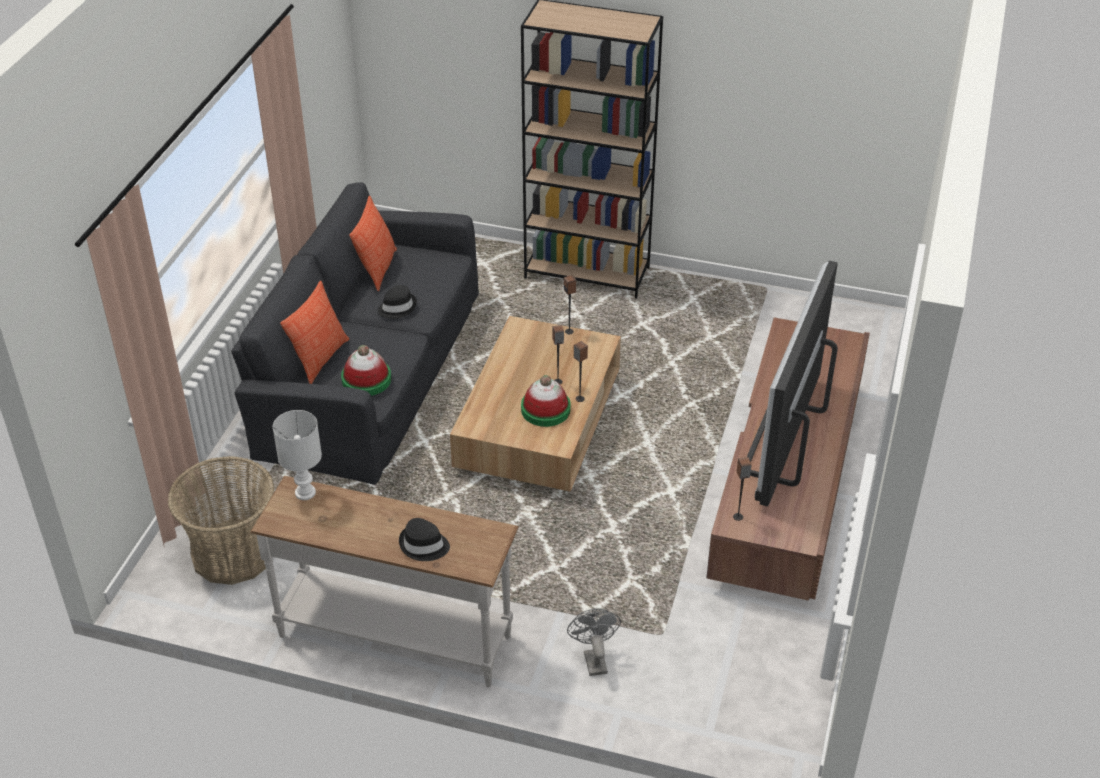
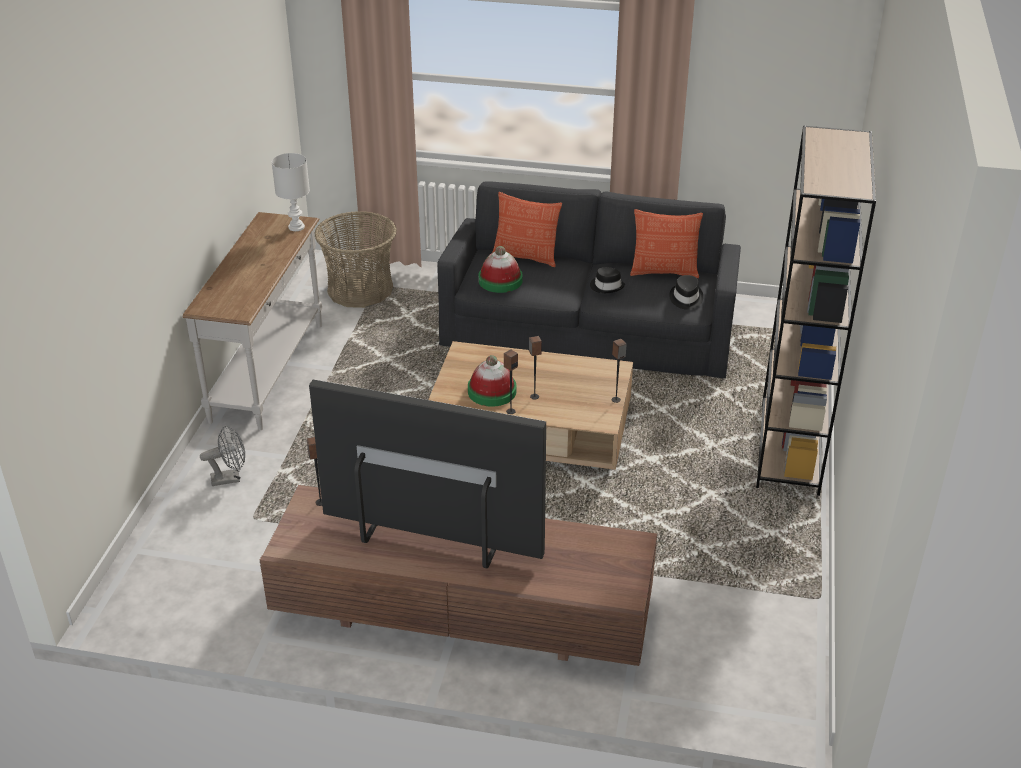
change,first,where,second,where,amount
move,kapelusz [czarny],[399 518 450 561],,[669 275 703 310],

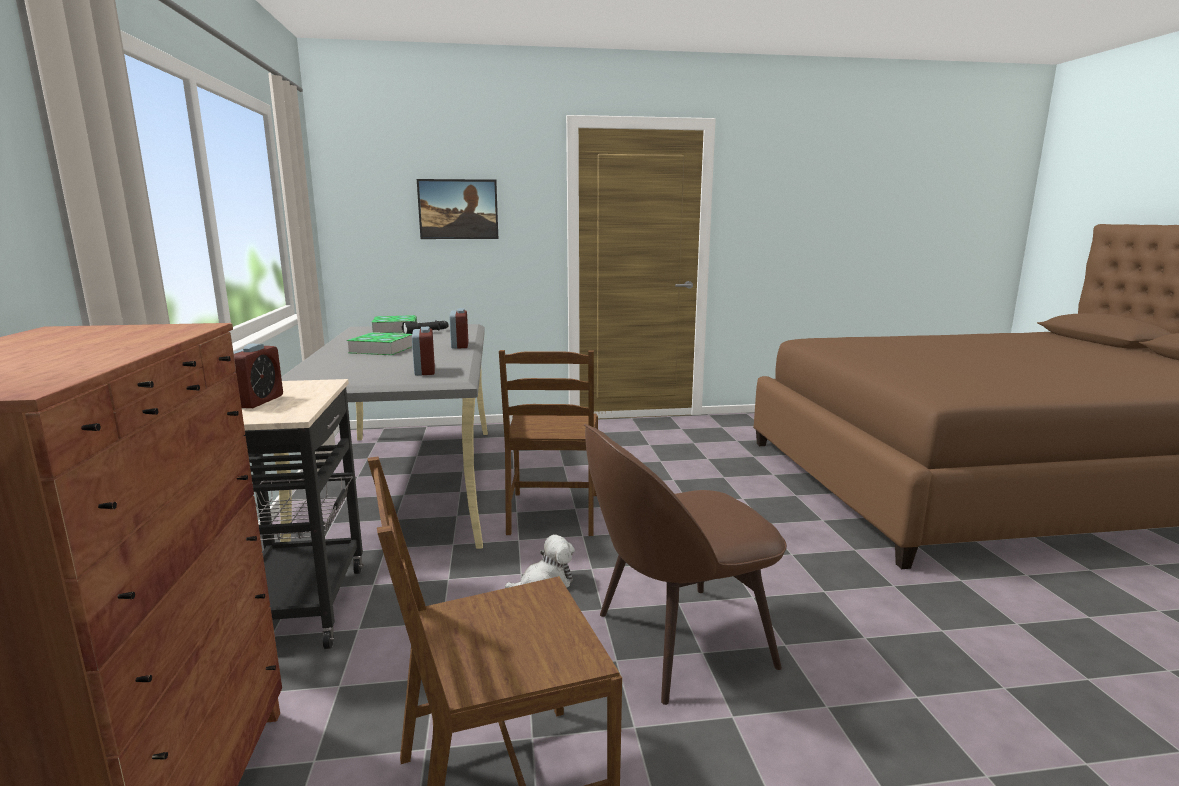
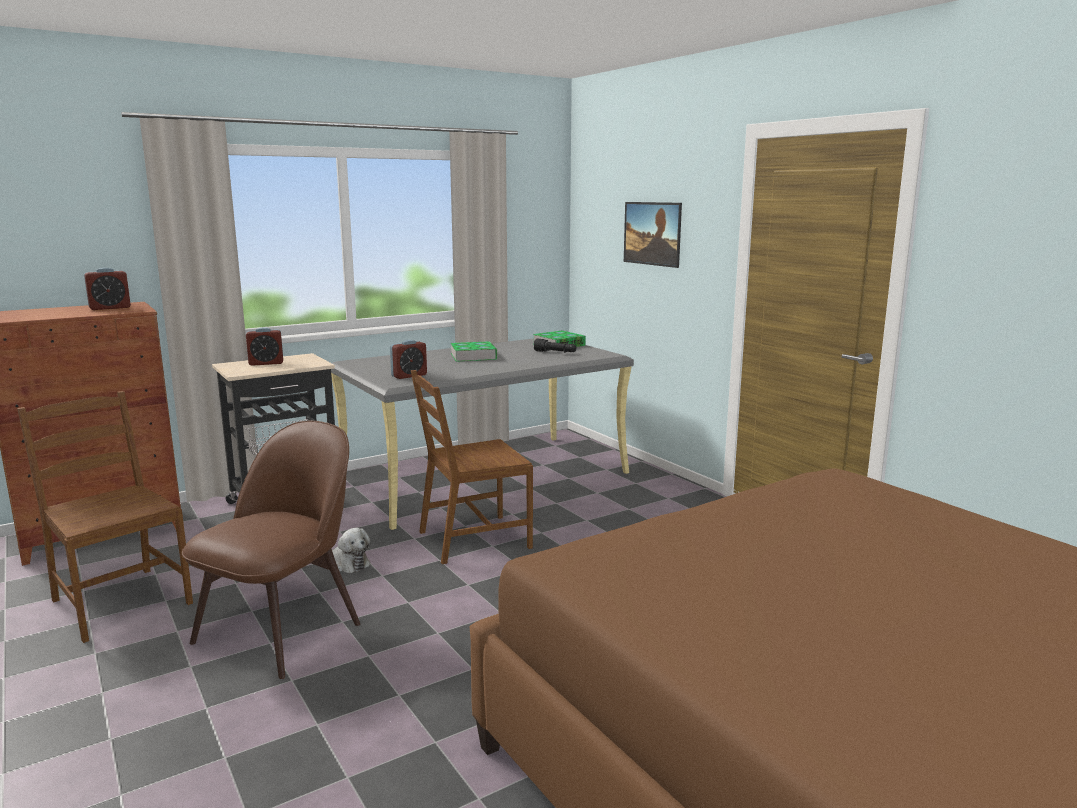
change,first,where,second,where,amount
move,budzik,[449 308 468 349],,[84 268 131 310],
rotate,krzesło [brązowy],[584 424 787 705],,[182 420 360 679],75 degrees clockwise

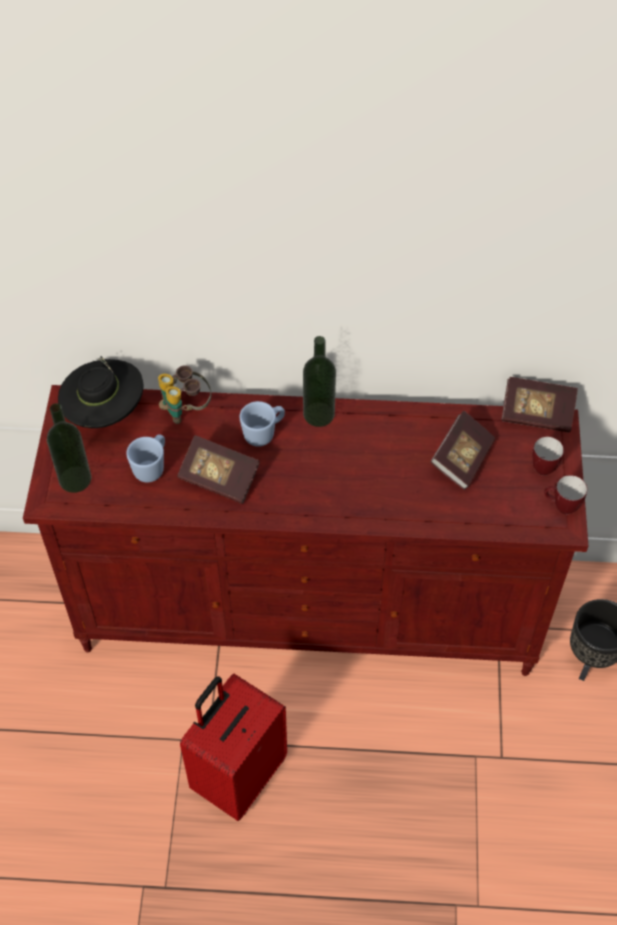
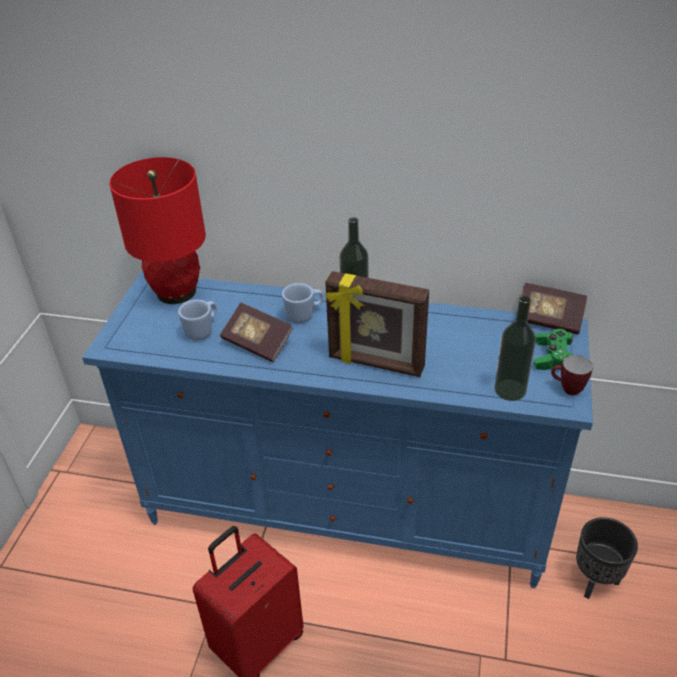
change,first,where,second,where,amount
delete,lornetka,[158 365 211 424],,,
delete,książka,[430 410 495 490],,,
insert,,,ramka na zdjęcie,[325 271 429 377],
move,butelka,[47 403 91 493],,[495 296 536 401],
replace,kapelusz [czarny],[58 356 143 428],lampa stołowa [czerwony],[109 157 206 304],
replace,kubek,[532 437 564 476],pad do gier [zielony],[533 329 573 370],
recolor,komoda [czerwony],[23 385 588 676],komoda [niebieski],[82 272 593 588],

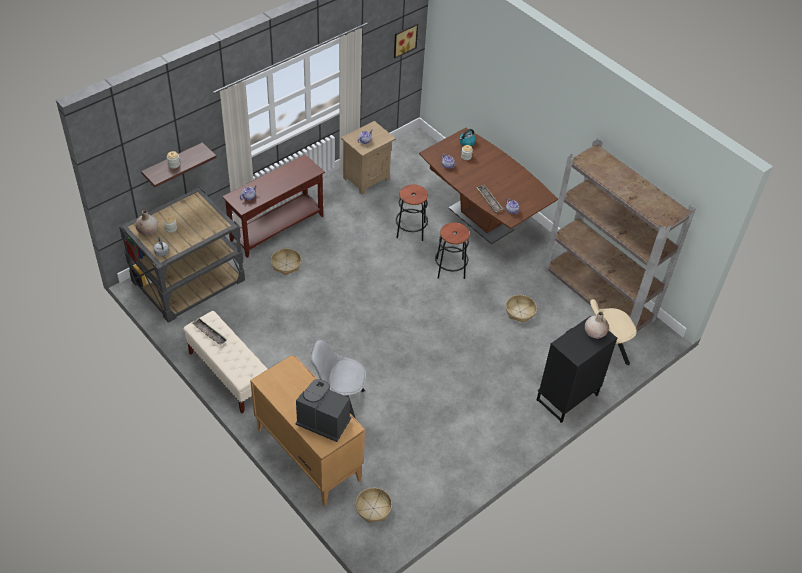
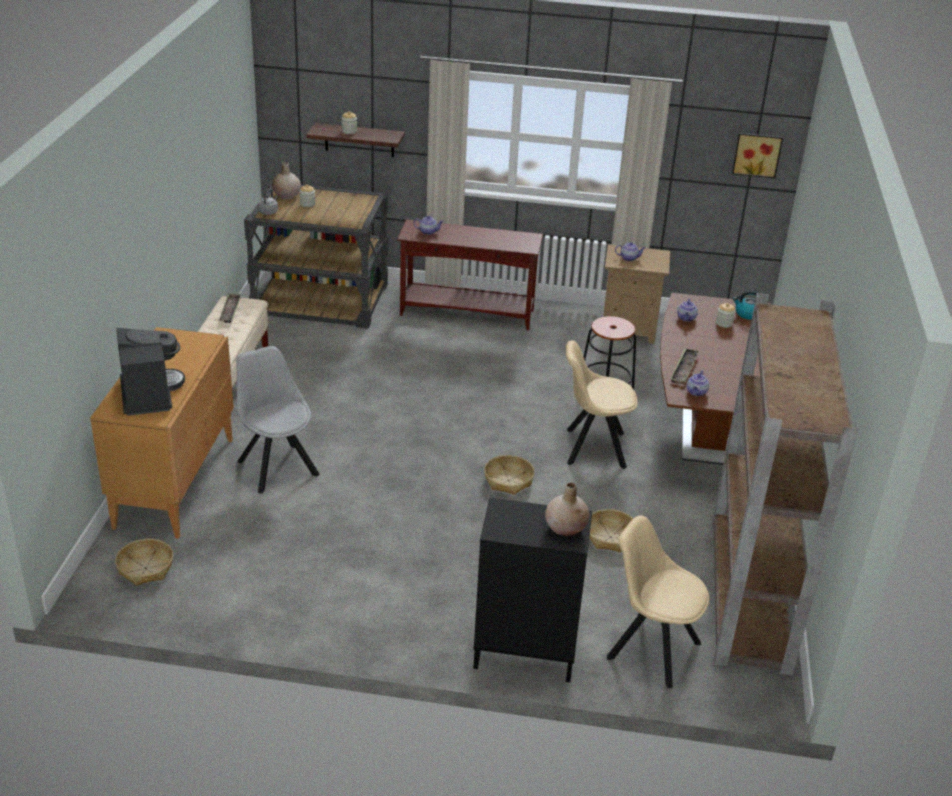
change,first,where,second,where,amount
move,koszyk,[271 248 301 275],,[484 455 535 495],
replace,stołek [czarny],[435 222 469 279],krzesło [beżowy],[566 340 638 469],

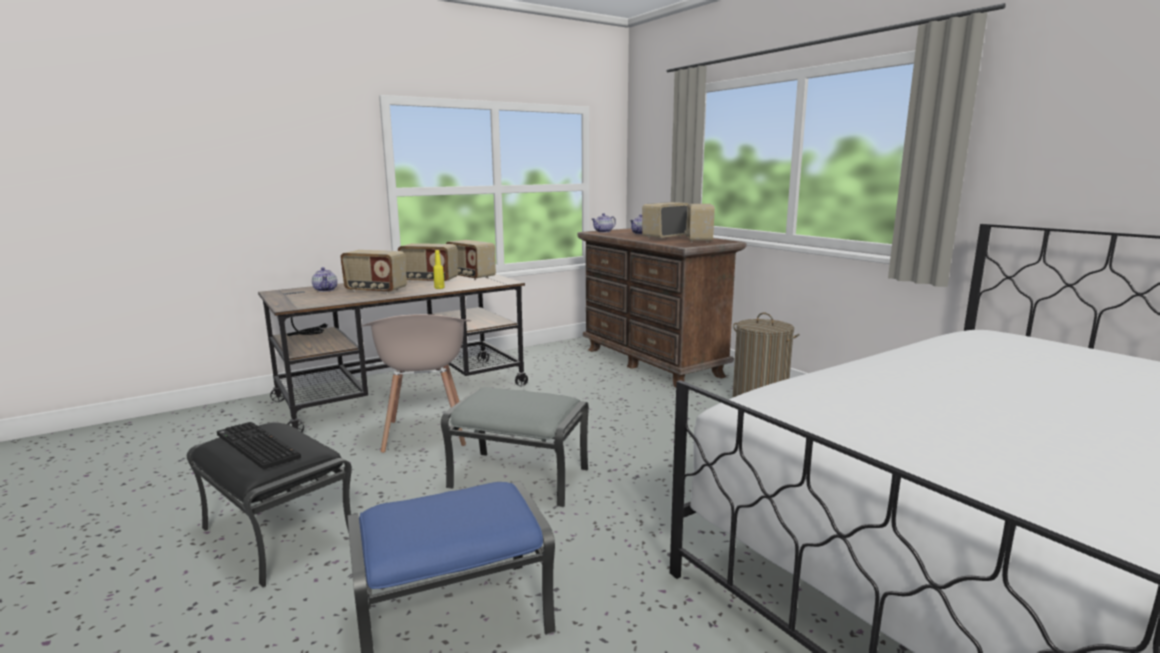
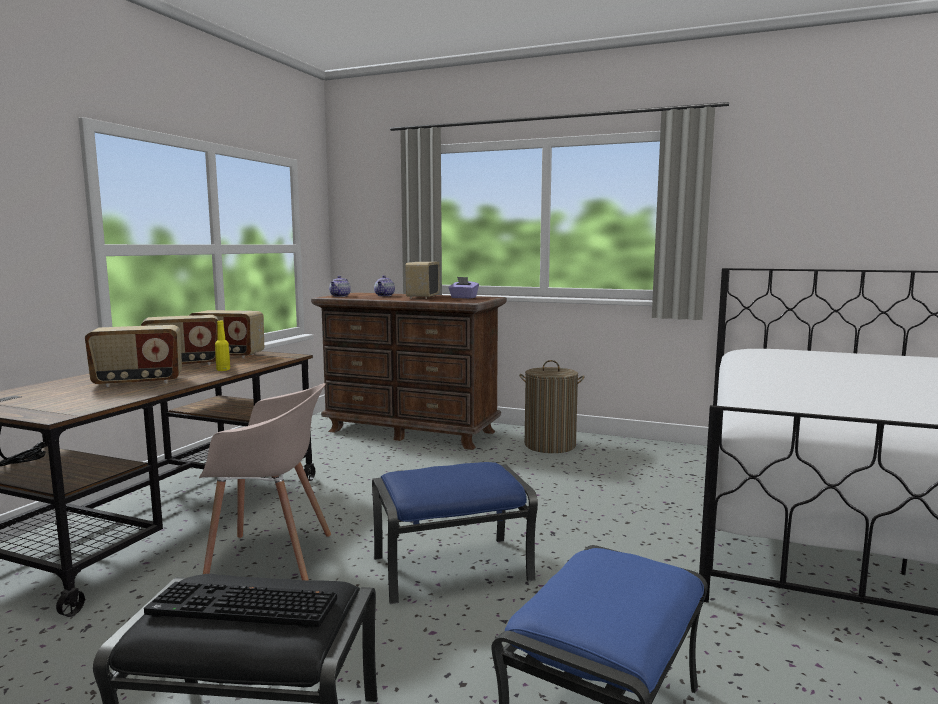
change,first,where,second,where,amount
delete,imbryk,[312 267 337 292],,,
replace,radio,[685 204 715 243],pudełko chusteczek [fioletowy],[448 277 479 299],
recolor,pufa [szary],[441 387 589 507],pufa [niebieski],[372 462 538 604],
rotate,krzesło [beżowy],[362 314 471 453],,[199 383 331 580],45 degrees counterclockwise

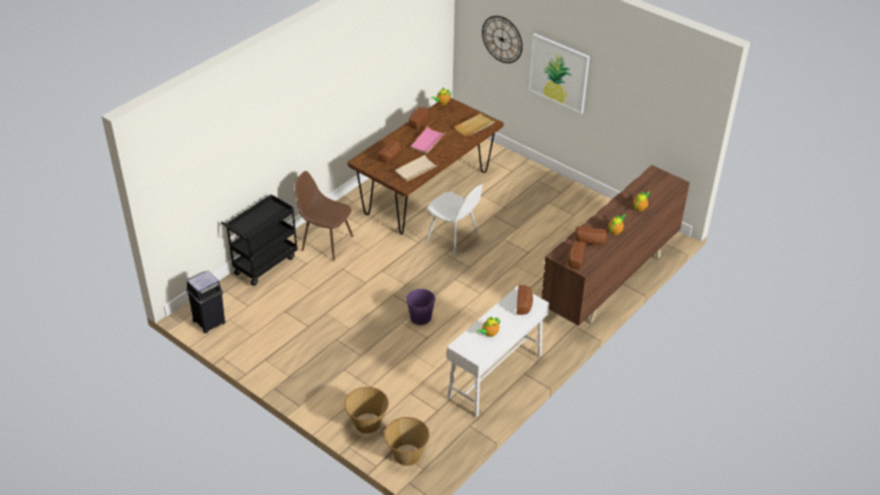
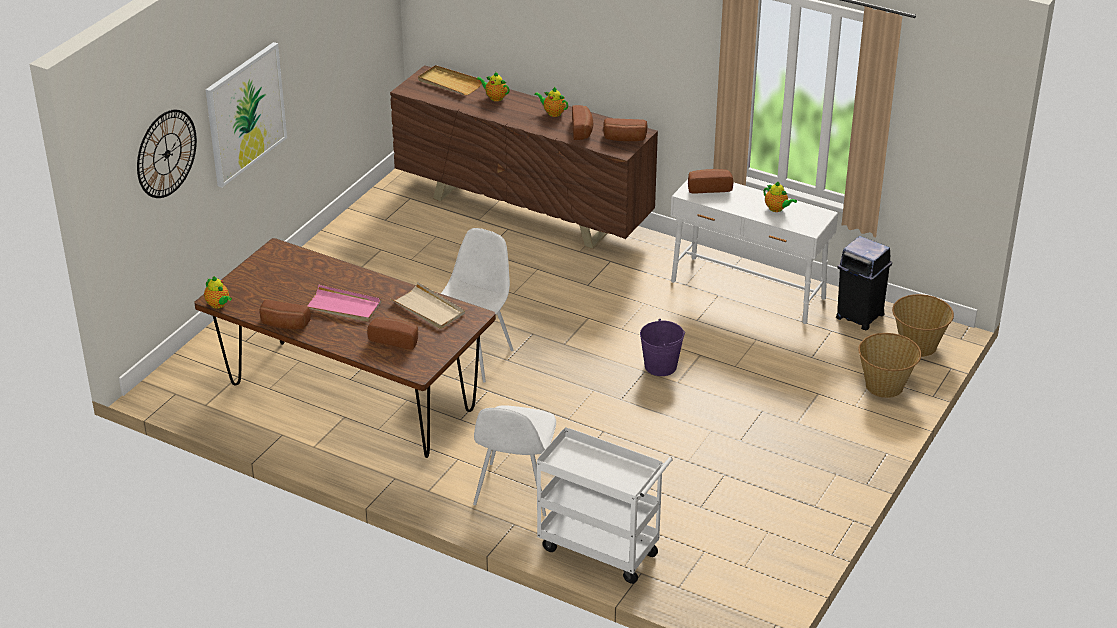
change,first,where,second,where,amount
move,kosz na śmieci [czarny],[186 271 226 333],,[836 236 892 331],
move,taca [beżowy],[454 113 495 137],,[418 65 482 95],
recolor,wózek [czarny],[221 195 297 286],wózek [biały],[537 427 673 584],
recolor,krzesło [brązowy],[294 171 353 261],krzesło [biały],[473 406 556 516],

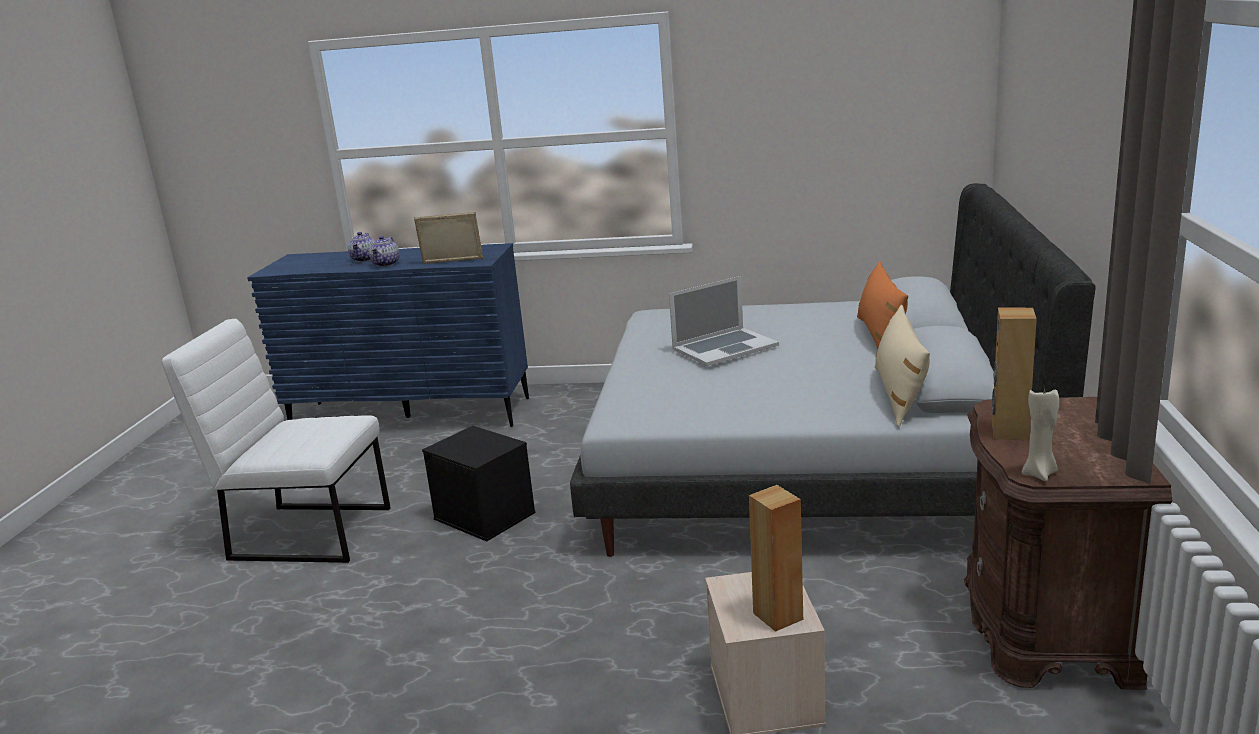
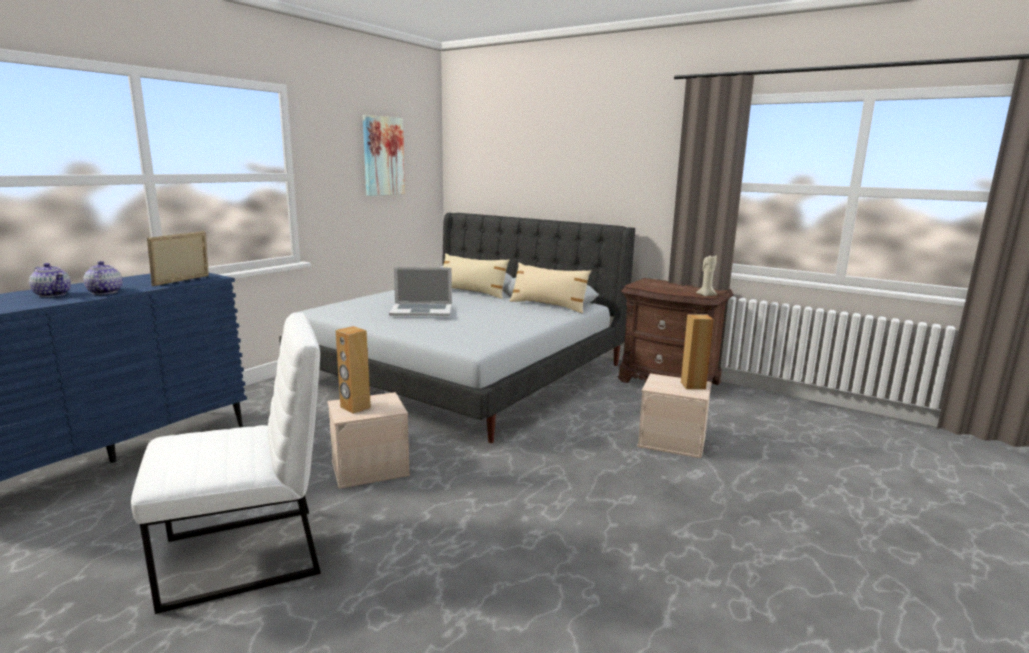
change,first,where,second,where,amount
insert,,,obraz,[363 115 405 196],
move,głośnik [brązowy],[992 308 1037 440],,[336 326 371 414],
recolor,pojemnik do przechowywania [czarny],[422 426 536 542],pojemnik do przechowywania [beżowy],[328 392 410 489],
recolor,poduszka [pomarańczowy],[857 261 908 349],poduszka [beżowy],[443 253 509 299],
rotate,krzesło [biały],[162 319 390 563],,[131 313 321 614],150 degrees counterclockwise
rotate,imbryk,[369 236 400 267],,[84 261 123 295],150 degrees counterclockwise
rotate,laptop,[669 276 779 366],,[389 267 452 316],90 degrees clockwise

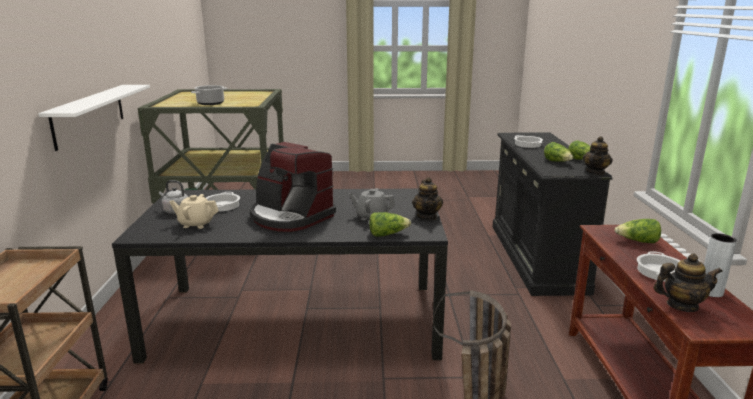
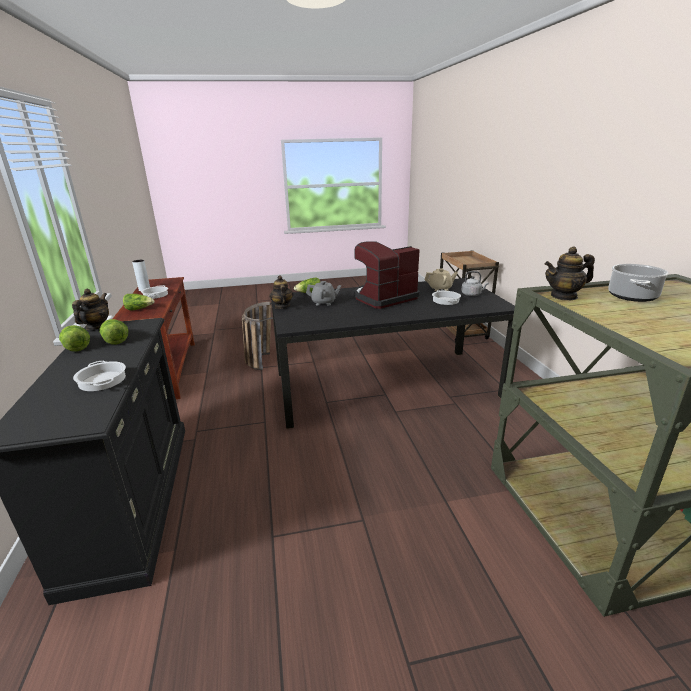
change,first,where,second,where,amount
delete,półka [biały],[38 85 150 151],,,
move,imbryk,[654 254 723 312],,[545 247 595 300],
rotate,ekspres do kawy,[249 142 336 232],,[353 241 420 309],60 degrees counterclockwise

